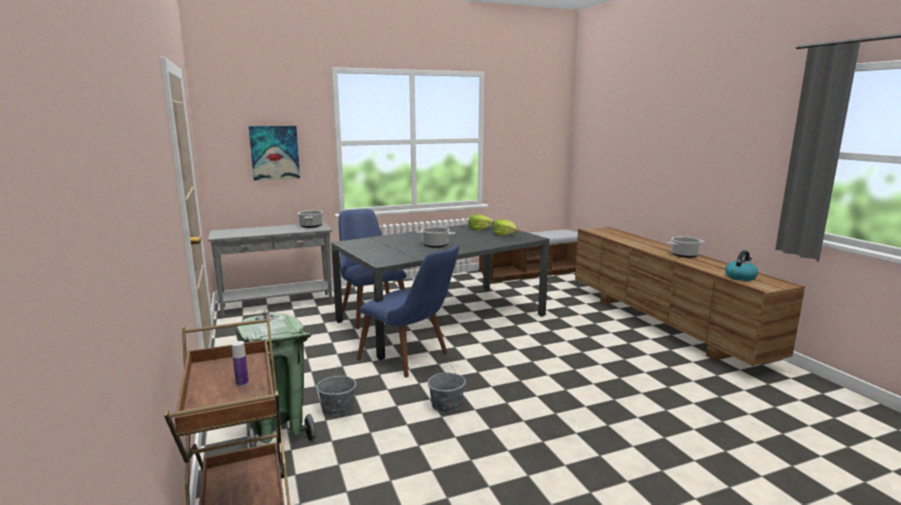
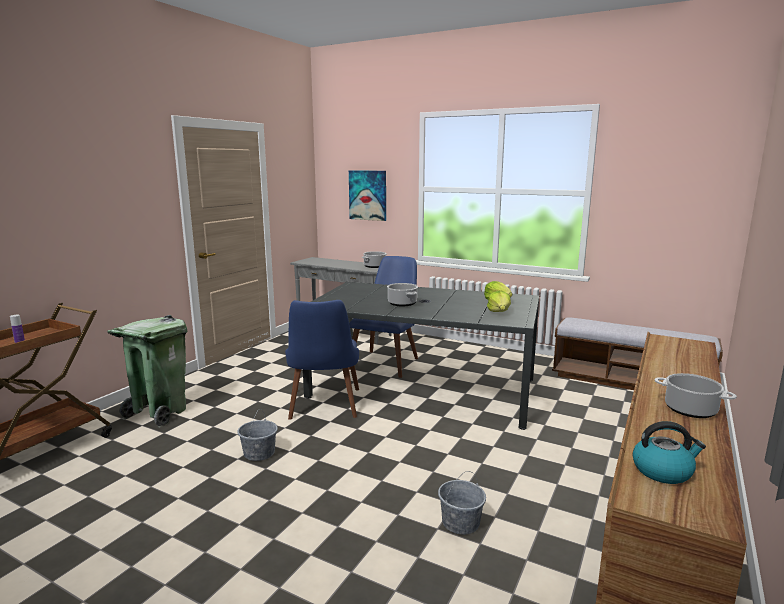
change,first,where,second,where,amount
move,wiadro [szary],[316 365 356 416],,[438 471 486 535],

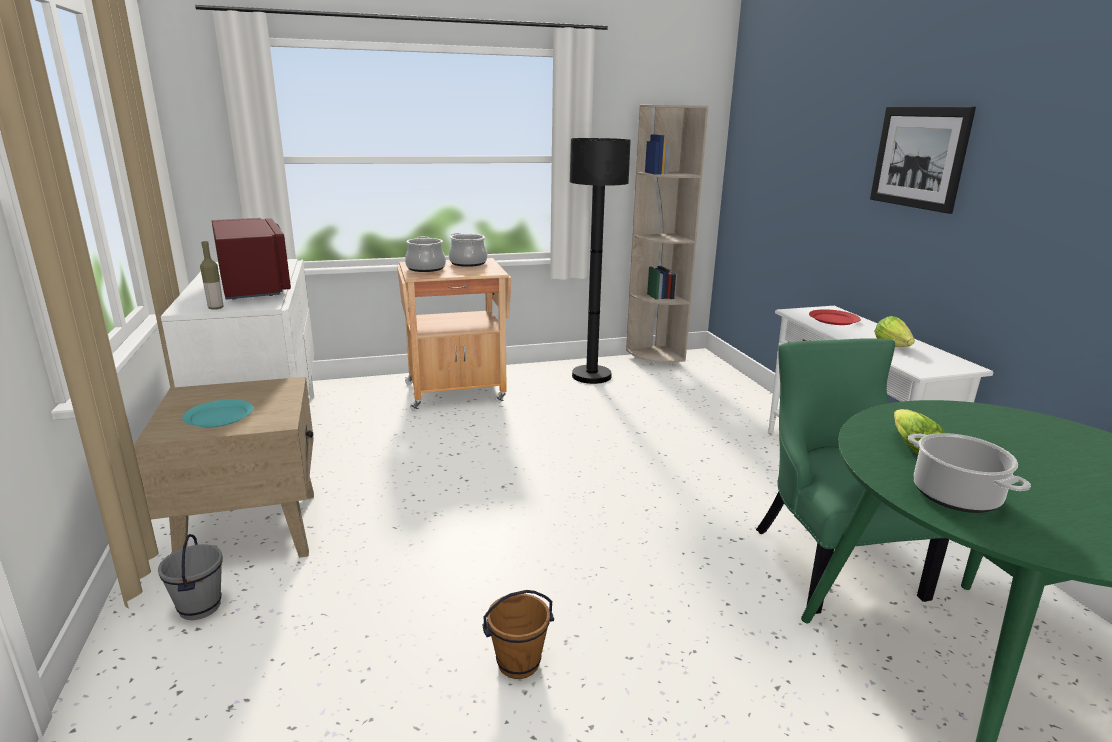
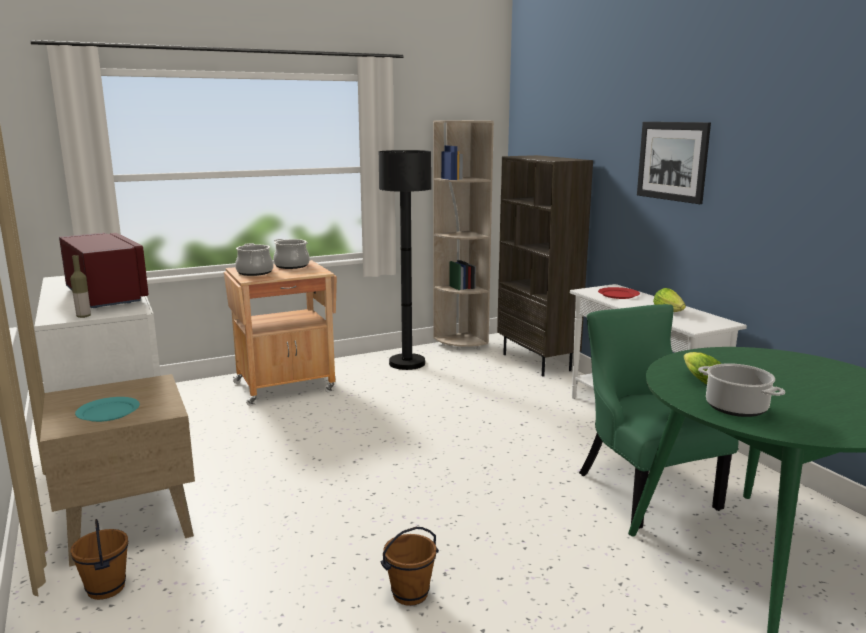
change,first,where,second,where,amount
insert,,,regał [brązowy],[497 155 593 377],
recolor,wiadro [szary],[158 534 222 620],wiadro [brązowy],[70 519 128 600],

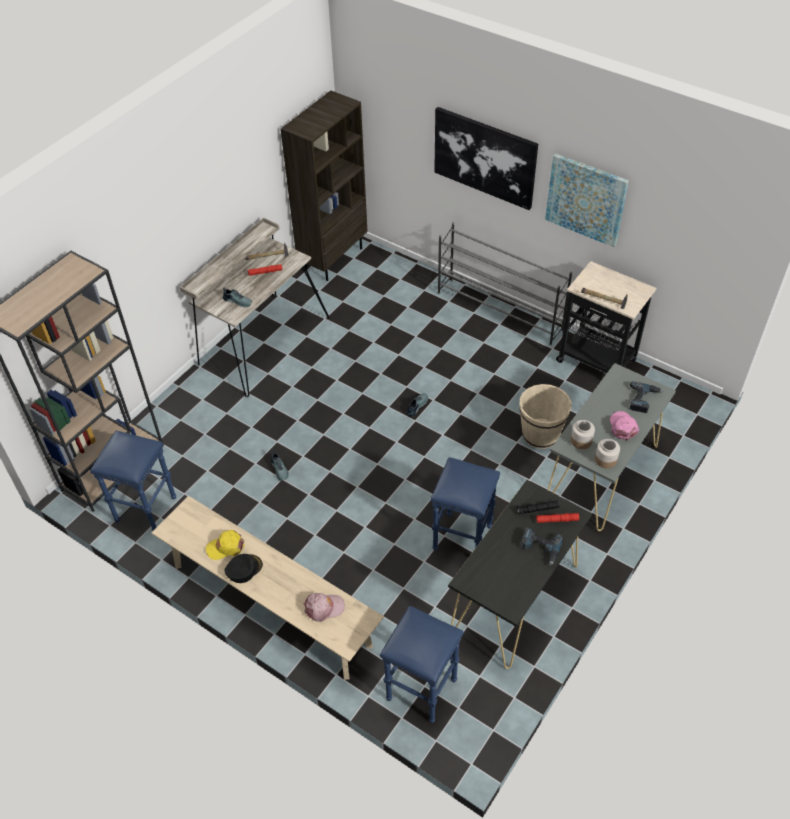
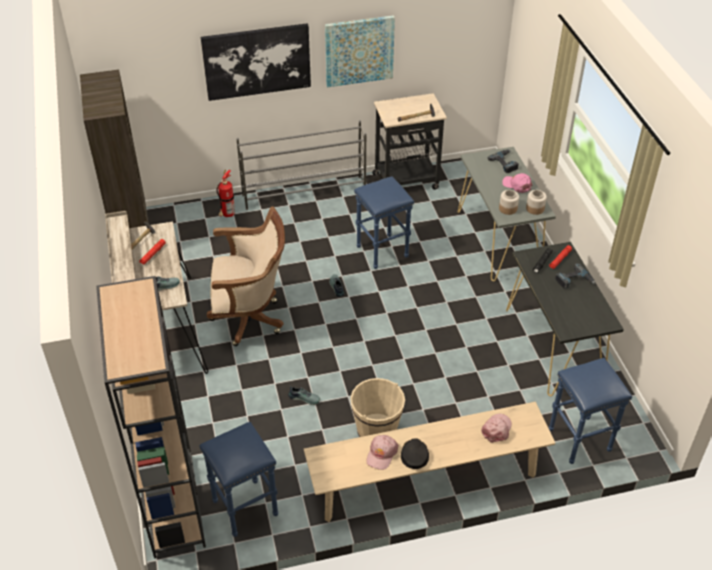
change,first,where,second,where,amount
insert,,,krzesło biurowe,[207 206 285 346],
insert,,,gaśnica,[217 170 235 217],
move,stołek [niebieski],[431 457 500 550],,[354 176 414 269],
move,wiadro [beżowy],[520 384 572 449],,[350 378 405 437],
recolor,czapka z daszkiem [żółty],[206 530 245 560],czapka z daszkiem [różowy],[366 435 398 470],

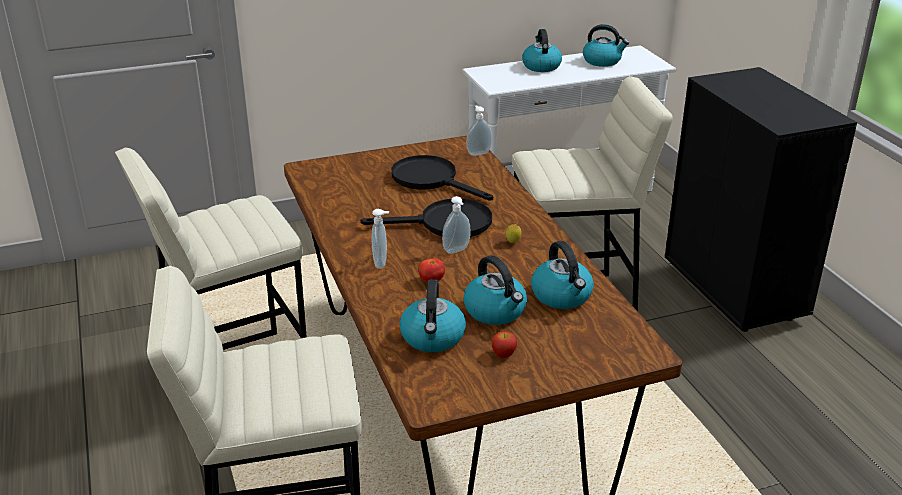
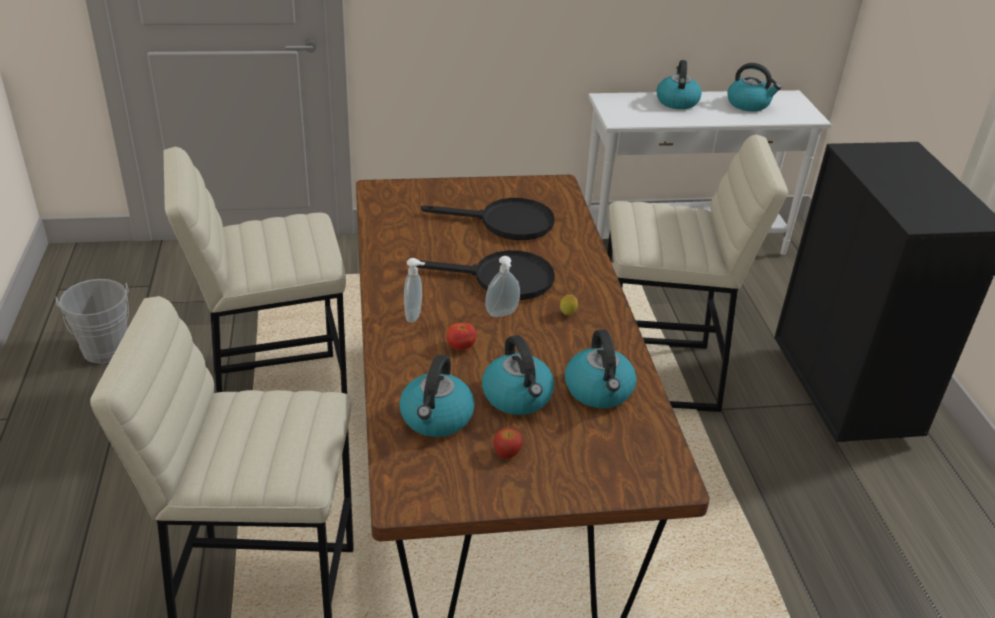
change,first,where,second,where,amount
delete,dozownik mydła,[466 106 492 156],,,
insert,,,wiadro [szary],[55 279 129 364],
rotate,patelnia [czarny],[391 155 493 201],,[421 198 555 240],135 degrees clockwise

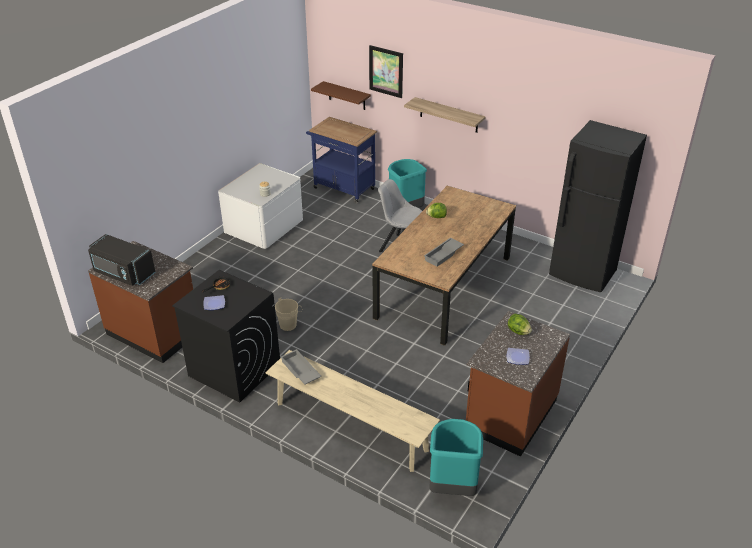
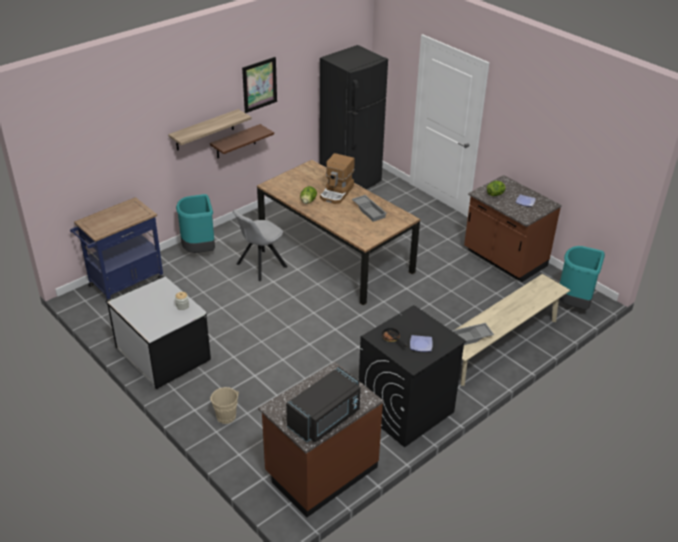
change,first,where,second,where,amount
insert,,,ekspres do kawy,[320 153 355 204],
move,wiadro [beżowy],[275 298 303 331],,[210 387 239 424],
move,półka [brązowy],[311 81 371 110],,[210 124 274 158],
move,obraz,[369 45 403 98],,[242 57 277 113],
recolor,szafka nocna [biały],[218 163 303 249],szafka nocna [czarny],[107 276 211 389],

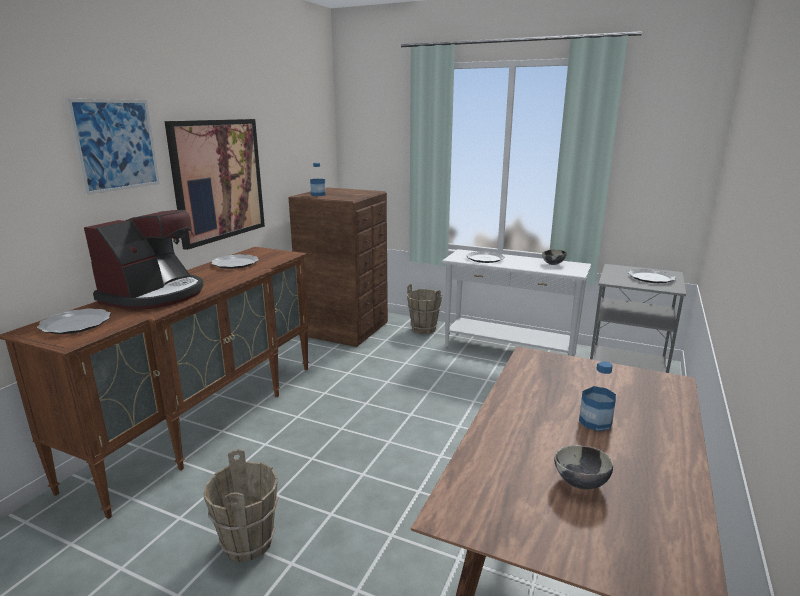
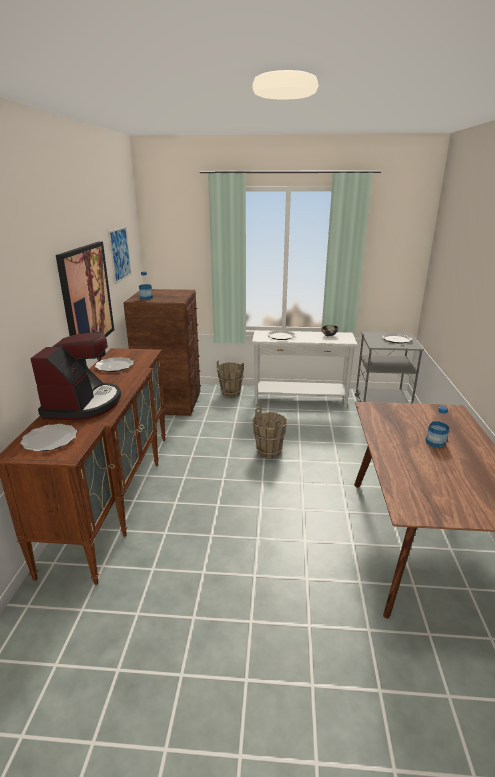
change,first,where,second,where,amount
delete,miska,[554 445 613 490],,,
move,obraz,[66 99 160 195],,[108 226 132 284],
move,wiadro [brązowy],[203 449 278 562],,[252 407 287 458],

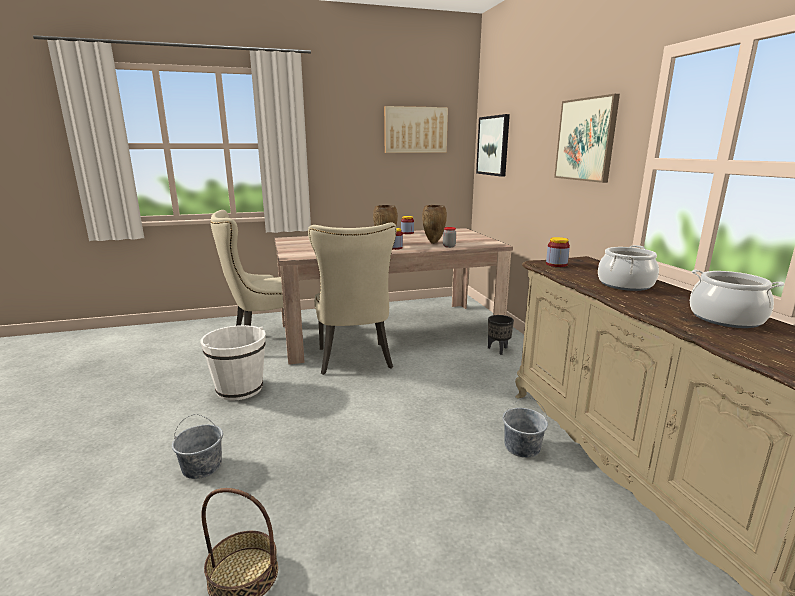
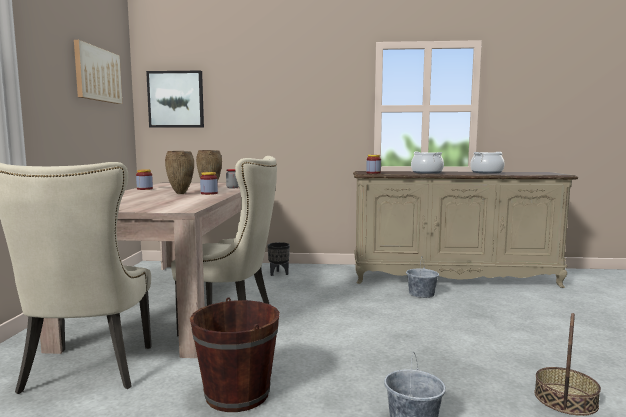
change,first,where,second,where,amount
delete,obraz,[554 94 620 183],,,
recolor,wiadro [biały],[201 325 266 401],wiadro [brązowy],[190 297 280 412],

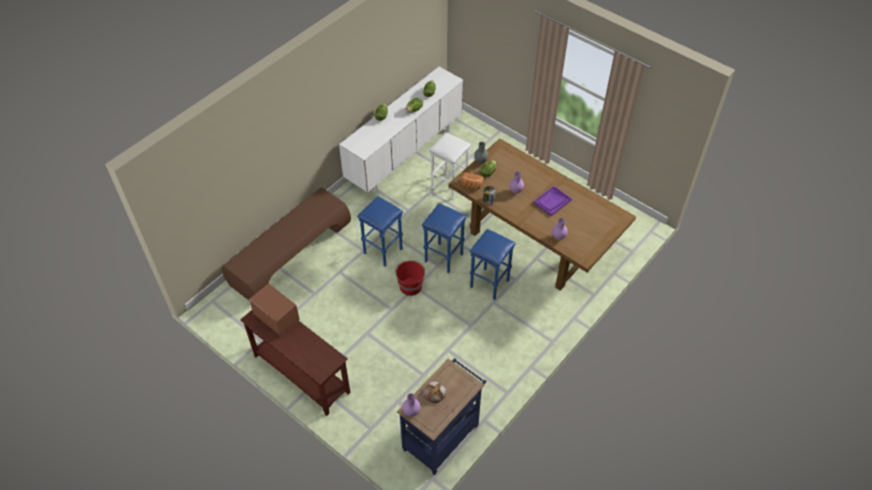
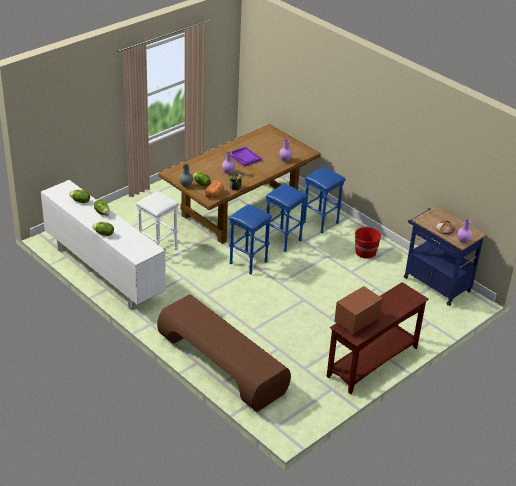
change,first,where,second,where,amount
move,stołek [niebieski],[357 196 403 266],,[303 167 345 233],
move,wiadro [czerwony],[395 260 425 296],,[354 226 381 259],

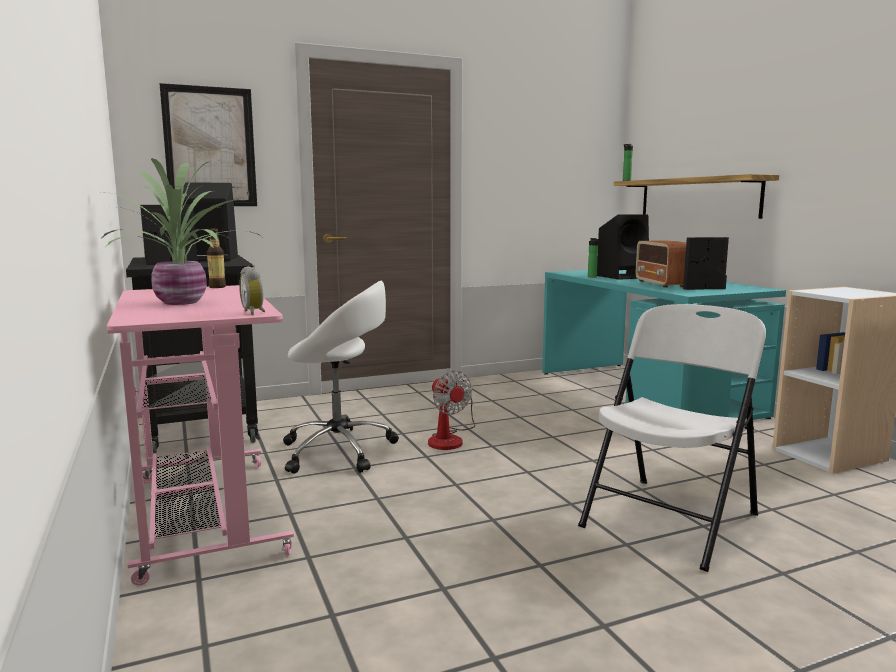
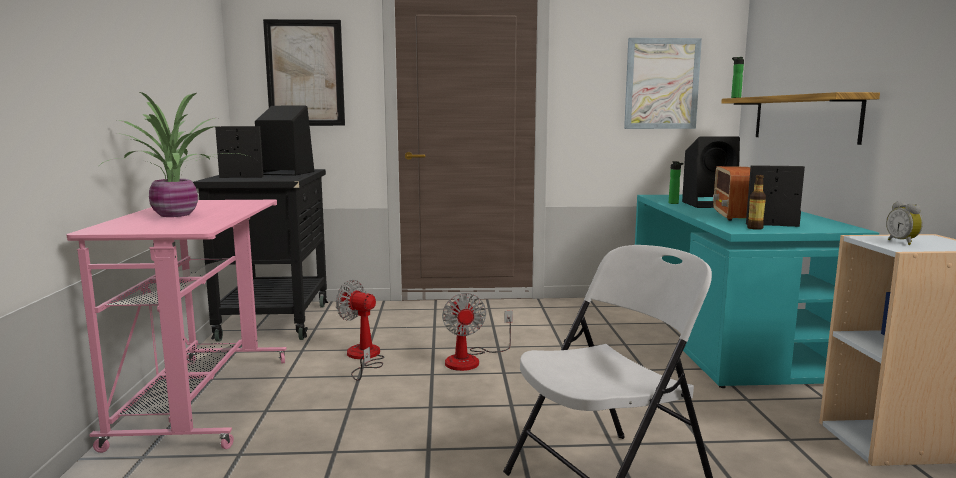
change,first,where,second,where,amount
insert,,,obraz,[624 38 702 129],
move,butelka,[207 228 226 288],,[747 175 766 230],
move,budzik,[239 266 265 315],,[886 201 923 245],
replace,krzesło biurowe [biały],[283 281 399 474],wentylator,[336 279 384 381],

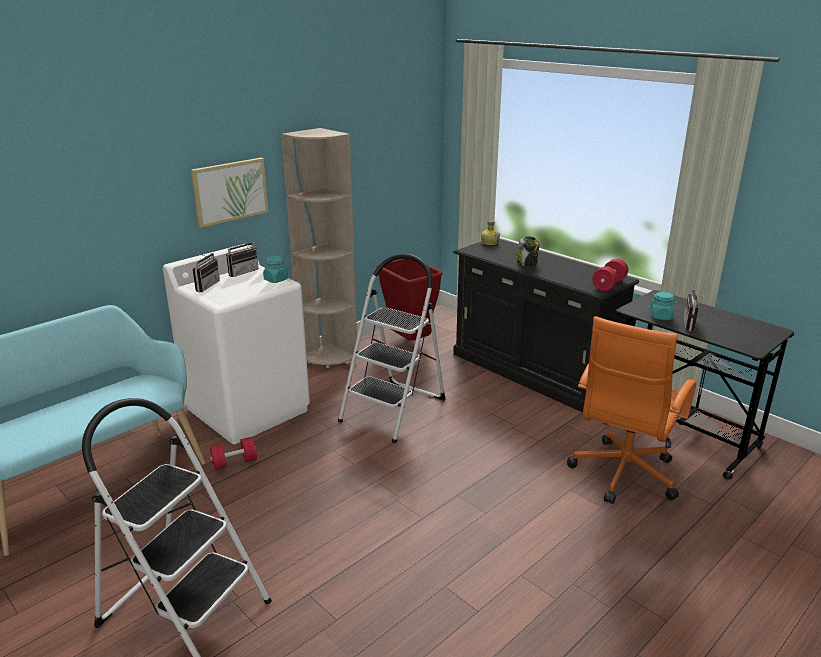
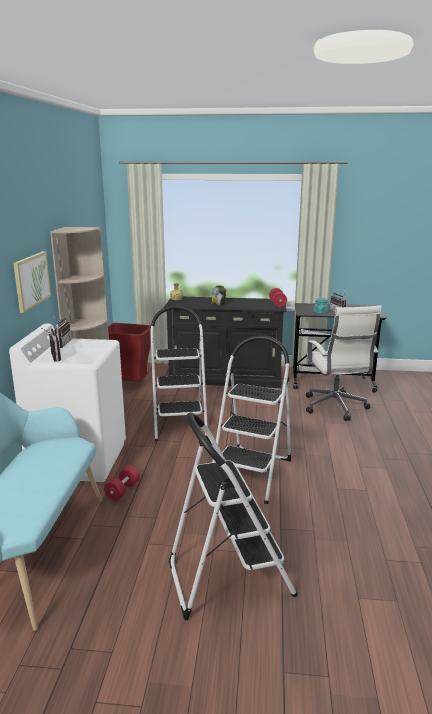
change,first,where,second,where,amount
delete,słoik [turkusowy],[263 256 288 283],,,
insert,,,drabinka,[212 335 291 504],
recolor,krzesło biurowe [pomarańczowy],[567 316 697 504],krzesło biurowe [biały],[306 305 382 421],

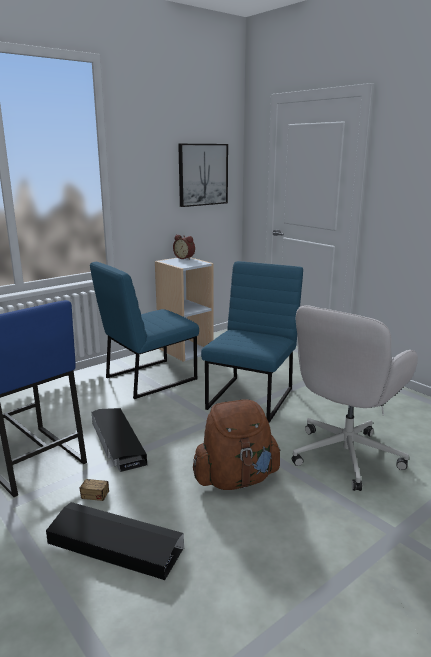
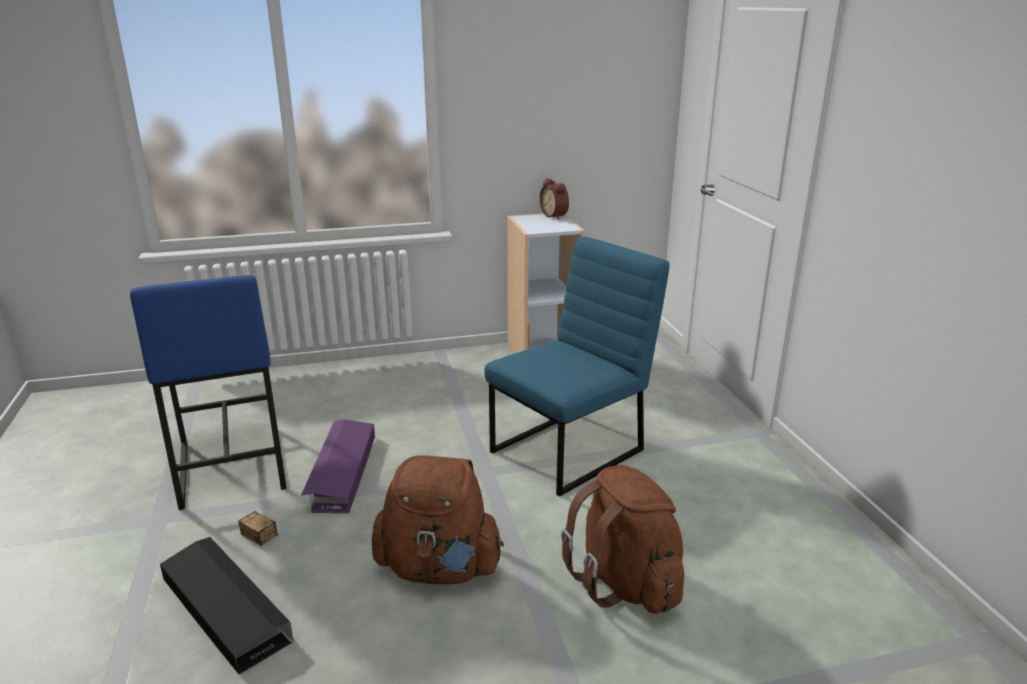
change,first,where,second,where,amount
delete,krzesło [niebieski],[90 262 199 399],,,
delete,obraz,[178 144 228 207],,,
replace,krzesło biurowe [biały],[292 305 418 491],plecak [brązowy],[561 465 684 614],
recolor,pojemnik do przechowywania [czarny],[92 408 148 472],pojemnik do przechowywania [fioletowy],[301 420 375 513],

